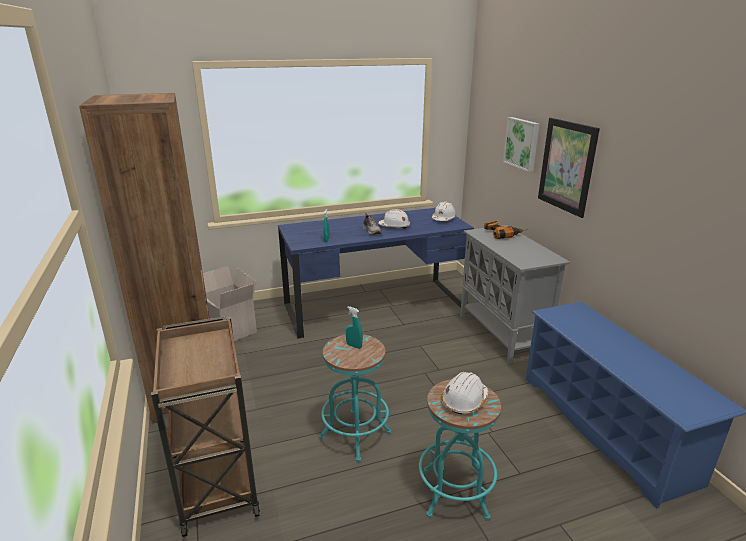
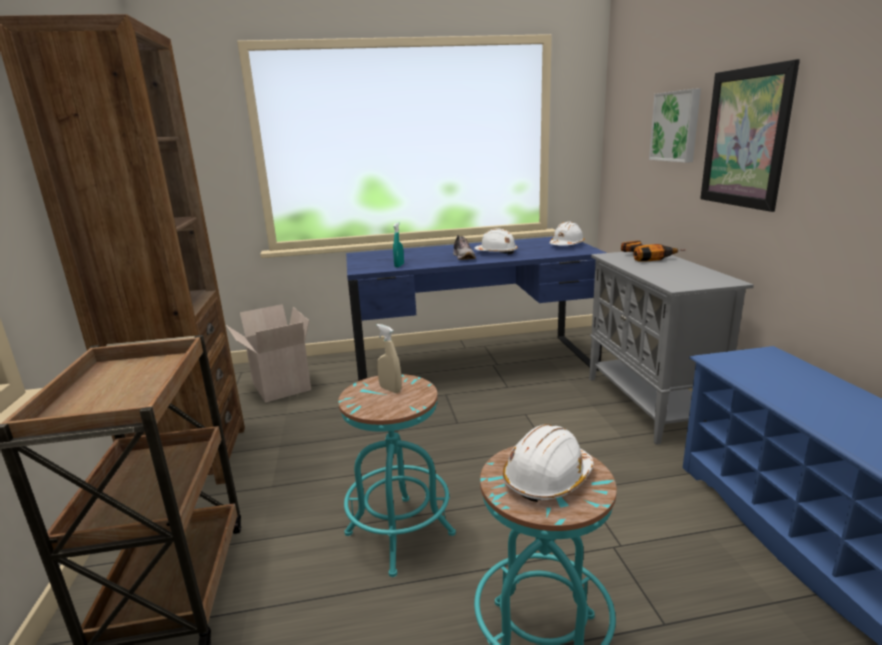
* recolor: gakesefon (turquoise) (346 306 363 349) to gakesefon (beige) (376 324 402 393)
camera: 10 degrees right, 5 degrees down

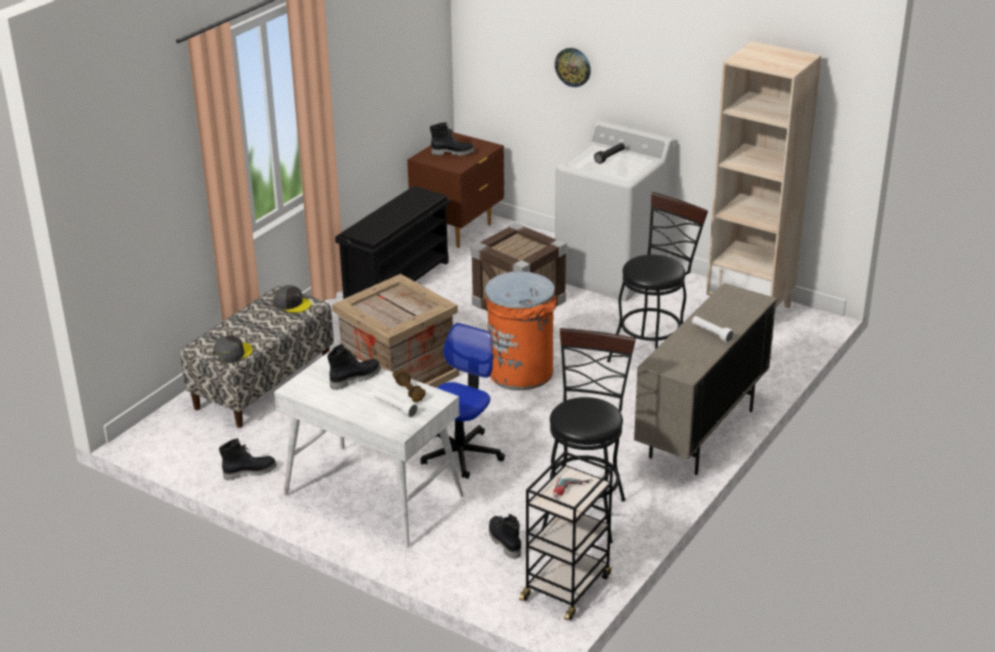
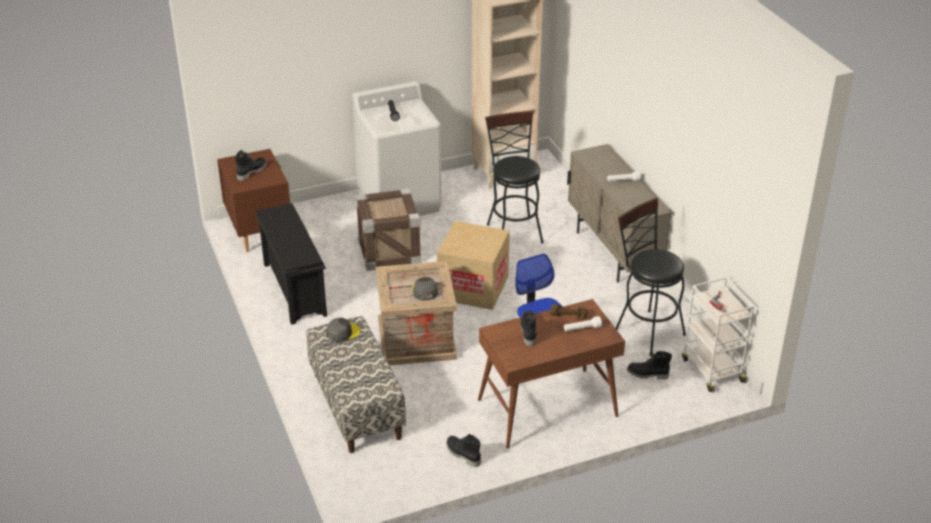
* delete: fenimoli (555 48 591 87)
* replace: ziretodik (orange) (485 271 556 391) to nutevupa (437 221 510 310)
* move: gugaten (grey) (213 335 253 364) to (412 277 438 300)
* recolor: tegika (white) (274 350 463 548) to tegika (brown) (478 299 625 449)
* rotate: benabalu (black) (219 438 277 481) = (447 434 481 467) 60 degrees counterclockwise
* recolor: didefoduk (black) (519 452 613 620) to didefoduk (white) (682 277 754 392)
camera: 55 degrees left, 5 degrees up

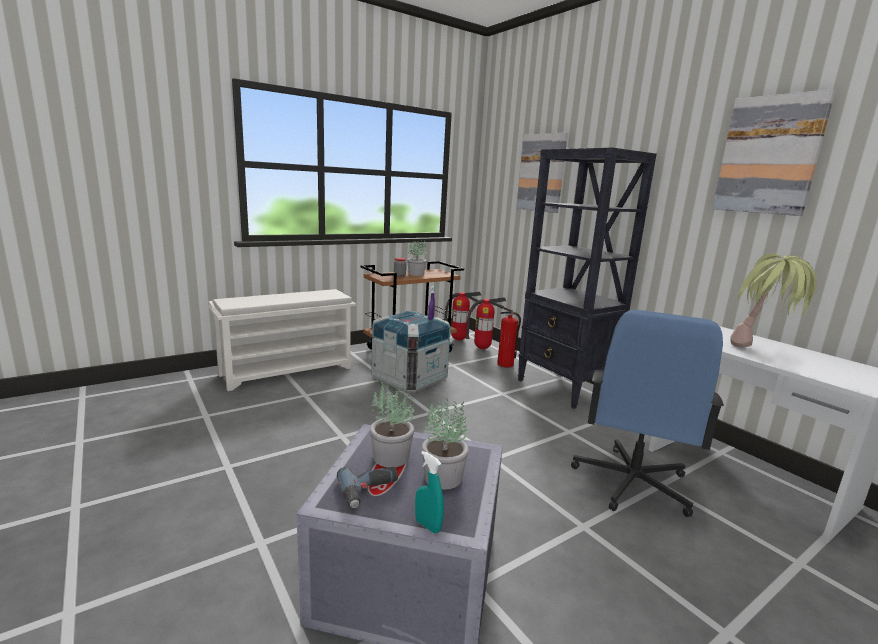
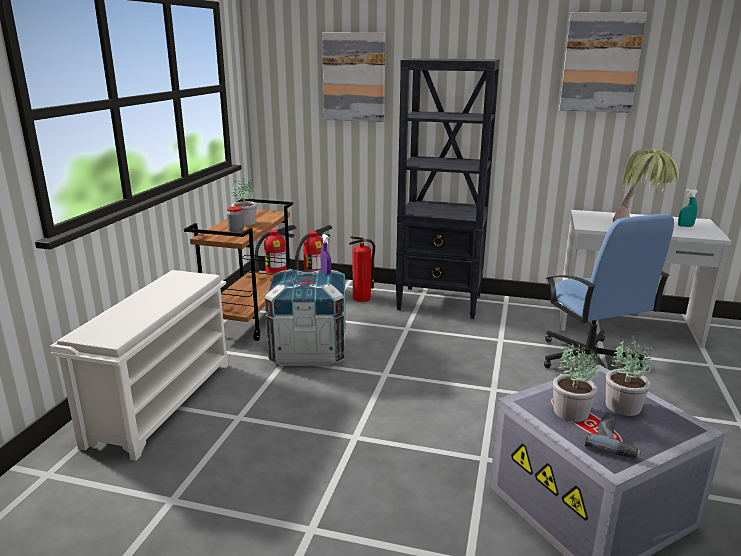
* move: gakesefon (turquoise) (415 451 444 533) to (678 189 698 227)
camera: 40 degrees left, 5 degrees up

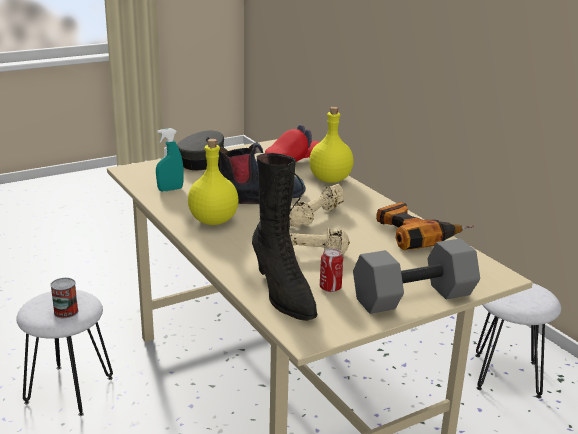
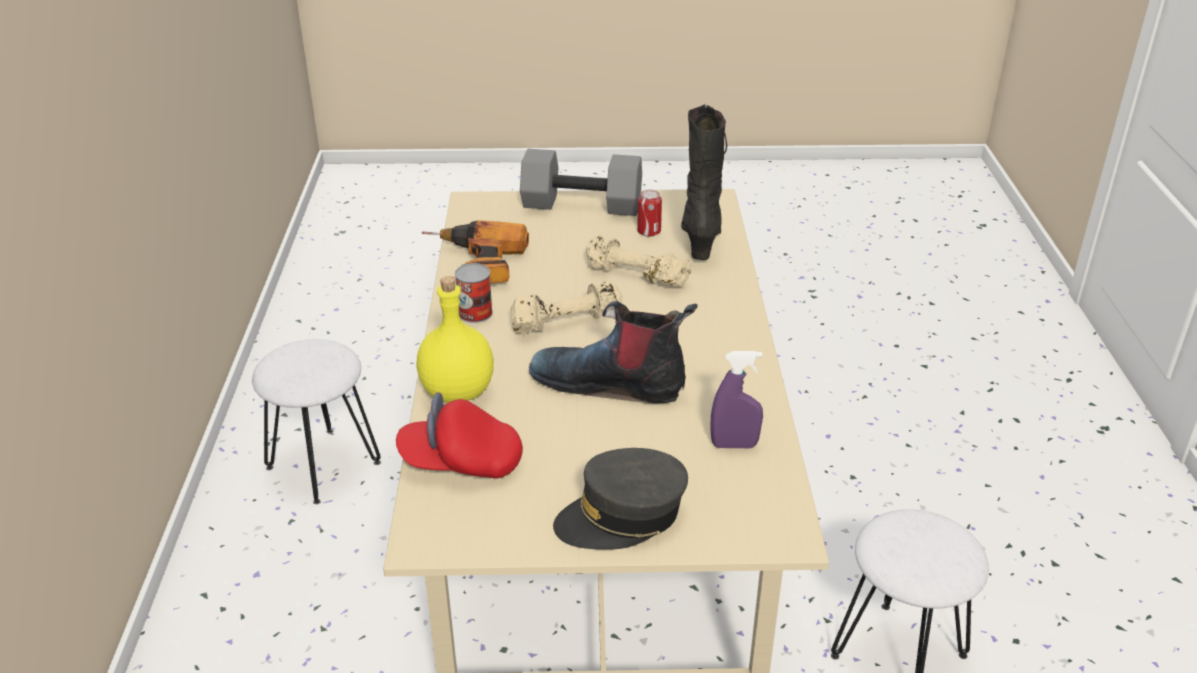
* recolor: gakesefon (turquoise) (156 128 184 191) to gakesefon (purple) (711 351 763 448)
* delete: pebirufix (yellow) (188 139 239 225)
* move: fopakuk (50 278 78 318) to (455 263 493 323)
camera: 150 degrees left, 10 degrees up

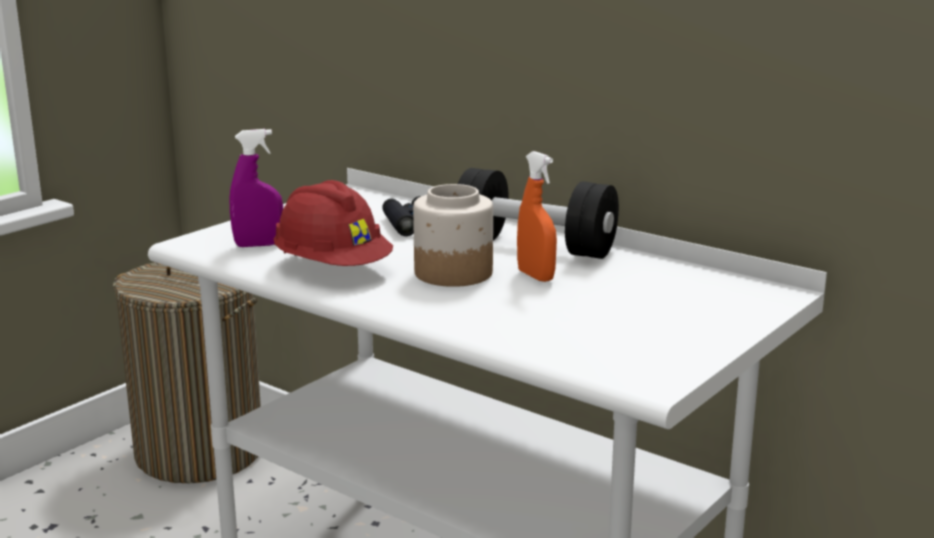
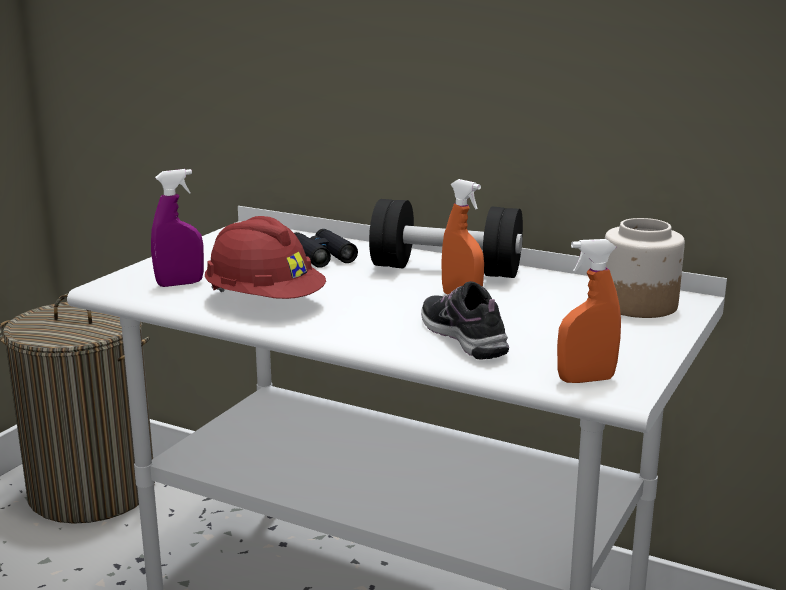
* move: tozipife (413 184 493 287) to (605 218 685 318)
* insert: gakesefon (orange) (557 239 621 383)
* insert: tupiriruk (421 281 509 360)
camera: 10 degrees left, 0 degrees up

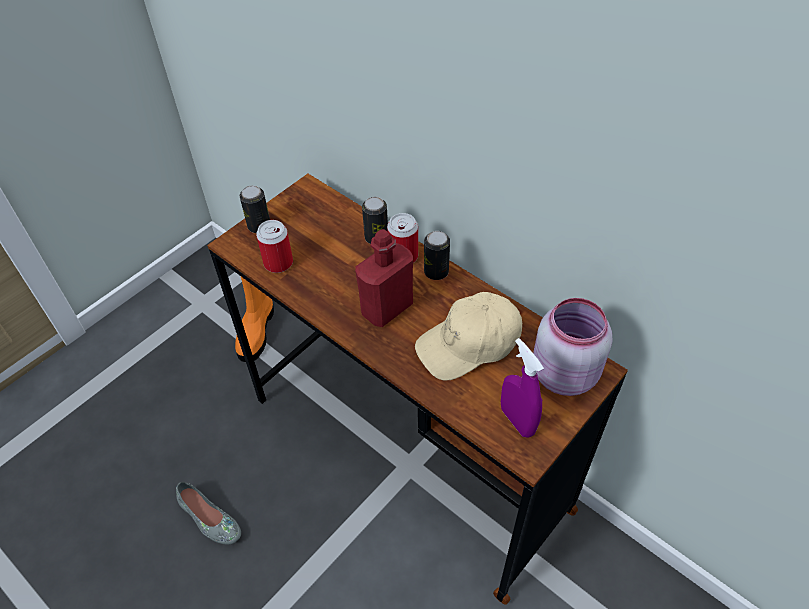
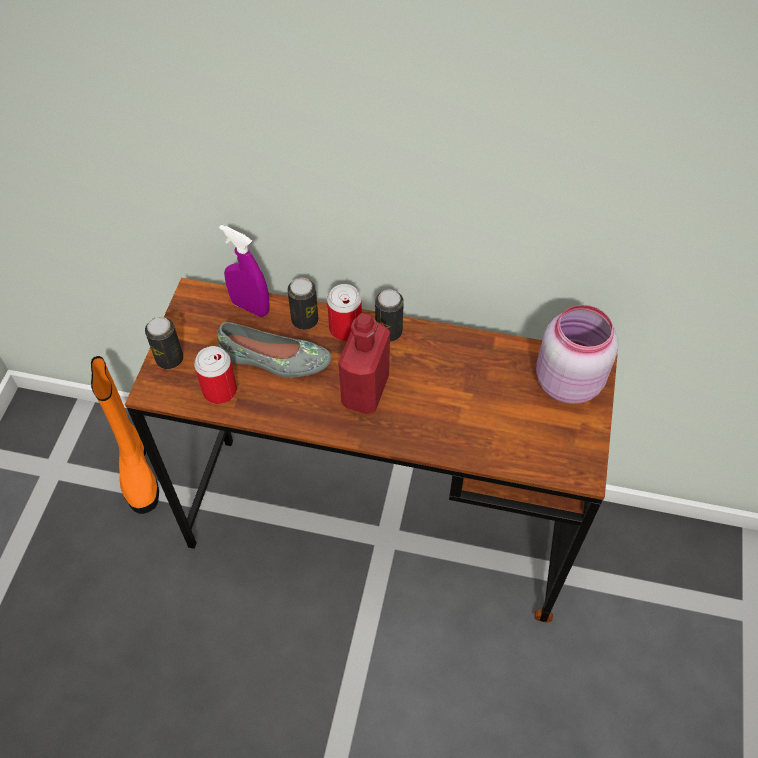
* delete: gugaten (beige) (415 292 522 381)
* move: gakesefon (purple) (501 338 544 438) to (219 225 269 317)
* move: tupiriruk (grey) (176 482 241 545) to (218 322 332 378)
camera: 30 degrees left, 5 degrees up

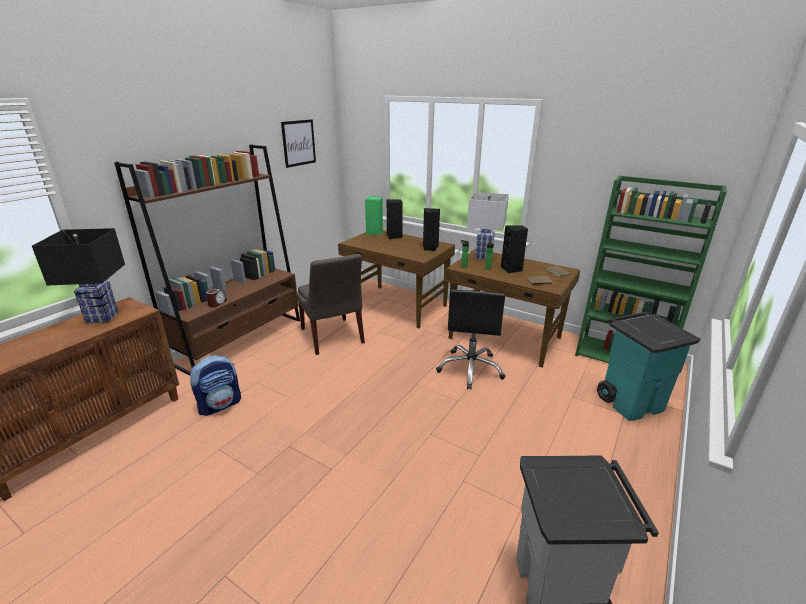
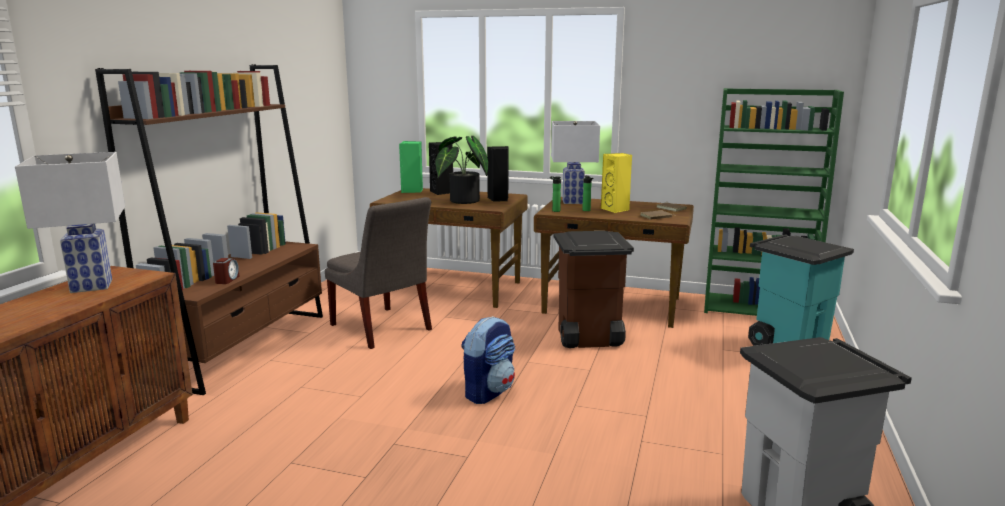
* delete: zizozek (281 119 316 168)
* recolor: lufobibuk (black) (501 225 528 274) to lufobibuk (yellow) (601 153 632 213)
* recolor: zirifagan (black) (32 228 125 323) to zirifagan (white) (15 152 125 293)
* replace: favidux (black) (436 290 506 390) to ziretodik (brown) (554 231 634 348)
* move: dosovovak (190 355 241 416) to (461 316 515 404)
* insert: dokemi (435 136 488 204)
camera: 15 degrees left, 10 degrees down

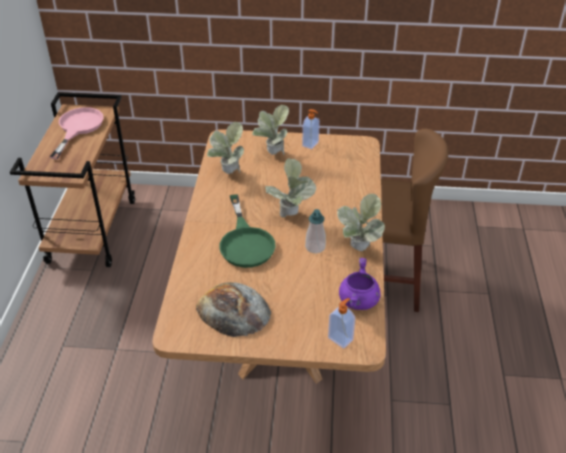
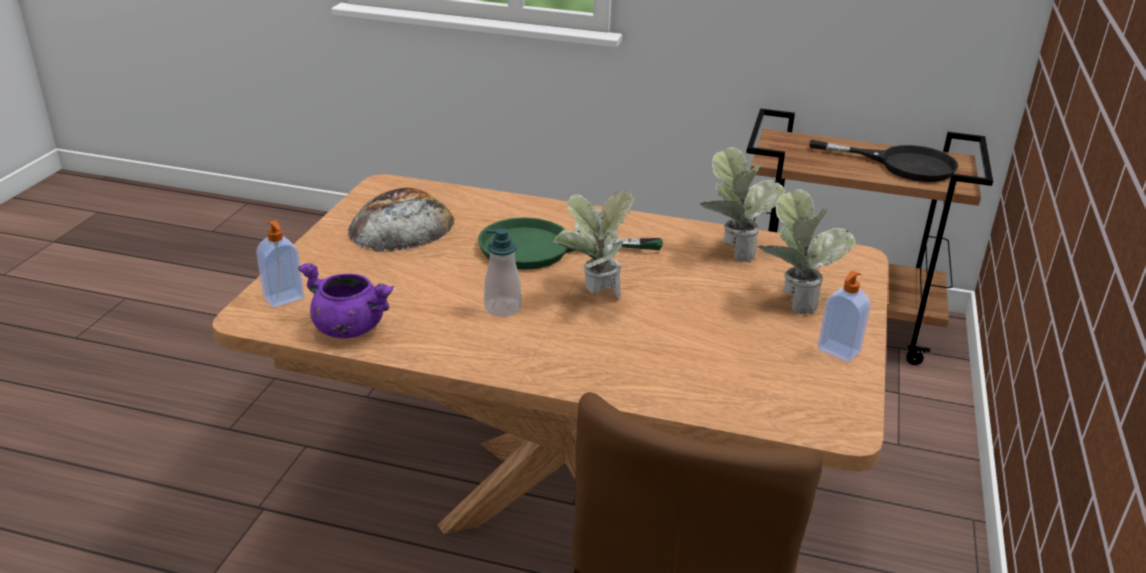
* recolor: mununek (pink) (50 107 104 159) to mununek (black) (809 140 958 182)
* delete: dokemi (337 194 385 251)
camera: 100 degrees right, 10 degrees down

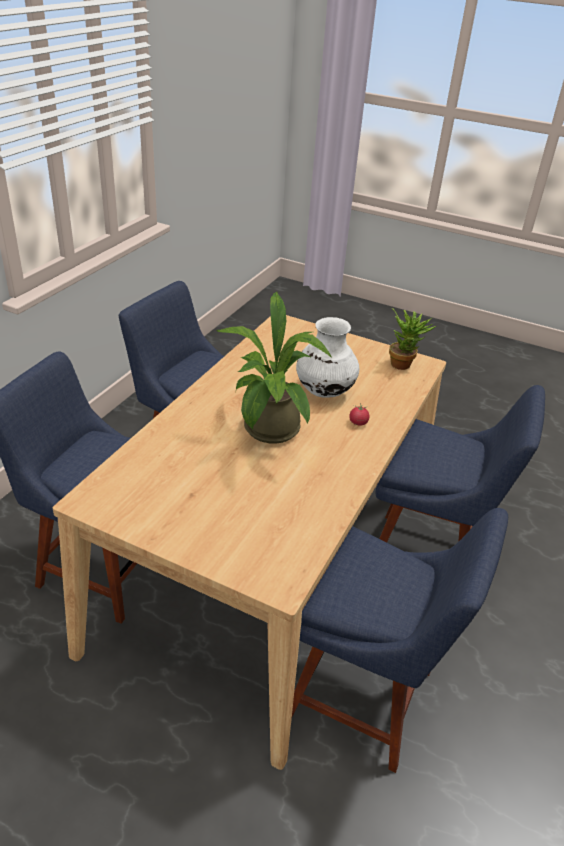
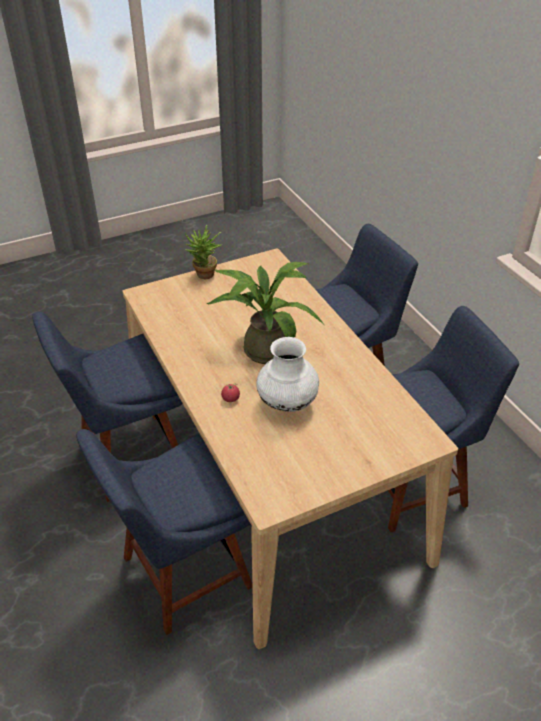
* move: dokemi (389 308 436 370) to (185 225 221 279)
camera: 130 degrees right, 5 degrees up

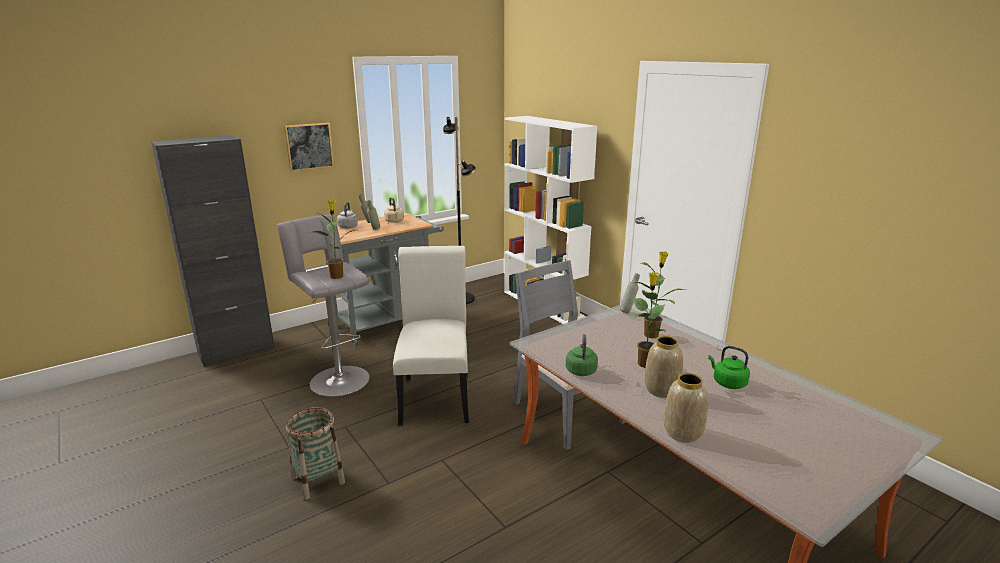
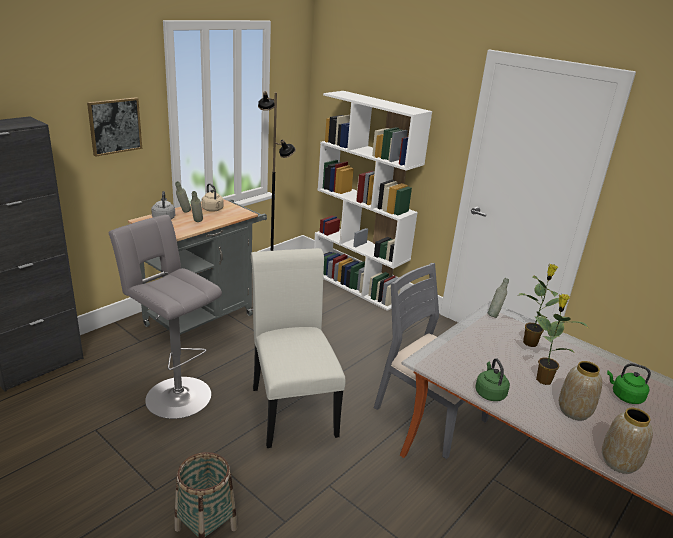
* delete: dokemi (310 200 358 279)
camera: 15 degrees left, 5 degrees up

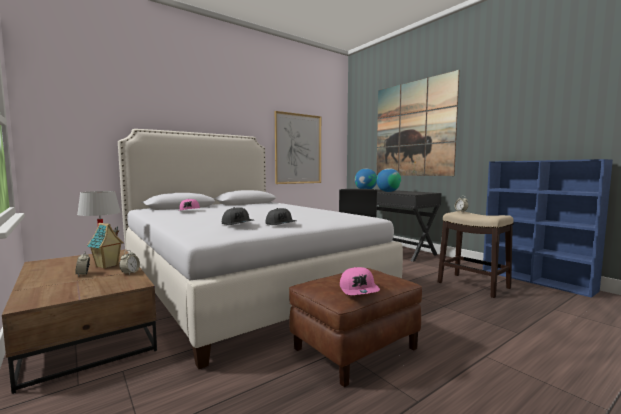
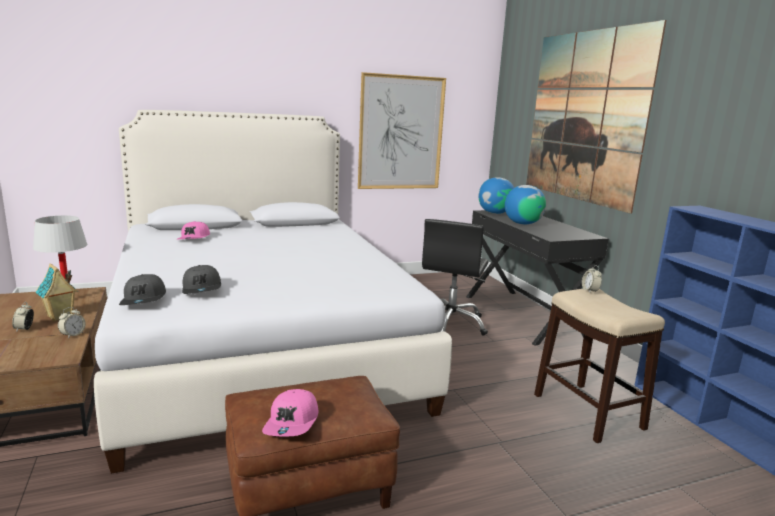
* move: gugaten (grey) (265 208 297 225) to (119 274 166 305)
camera: 15 degrees right, 10 degrees up

